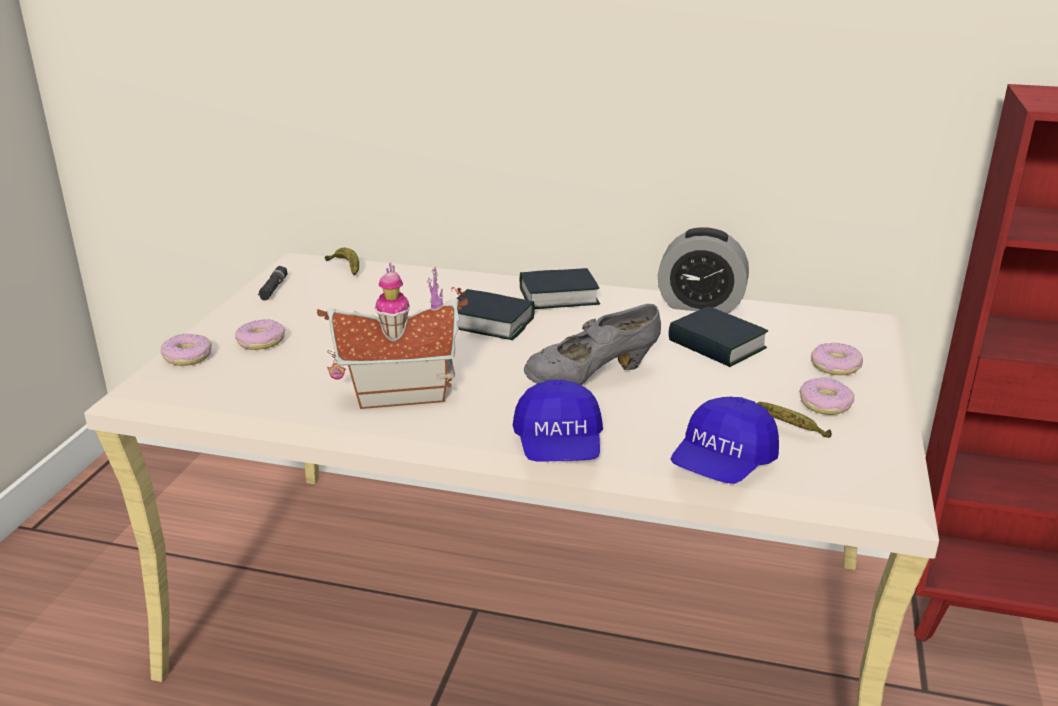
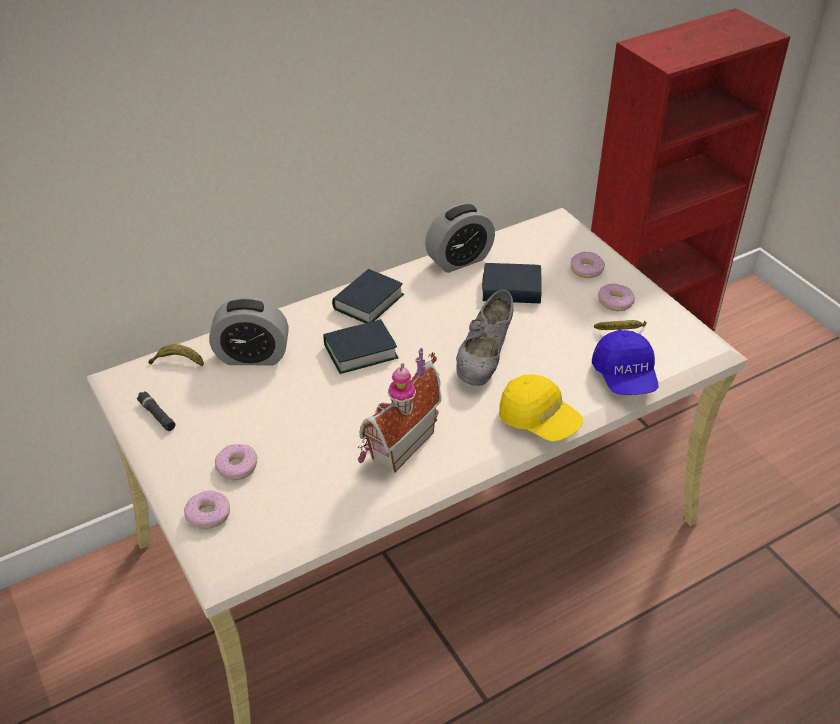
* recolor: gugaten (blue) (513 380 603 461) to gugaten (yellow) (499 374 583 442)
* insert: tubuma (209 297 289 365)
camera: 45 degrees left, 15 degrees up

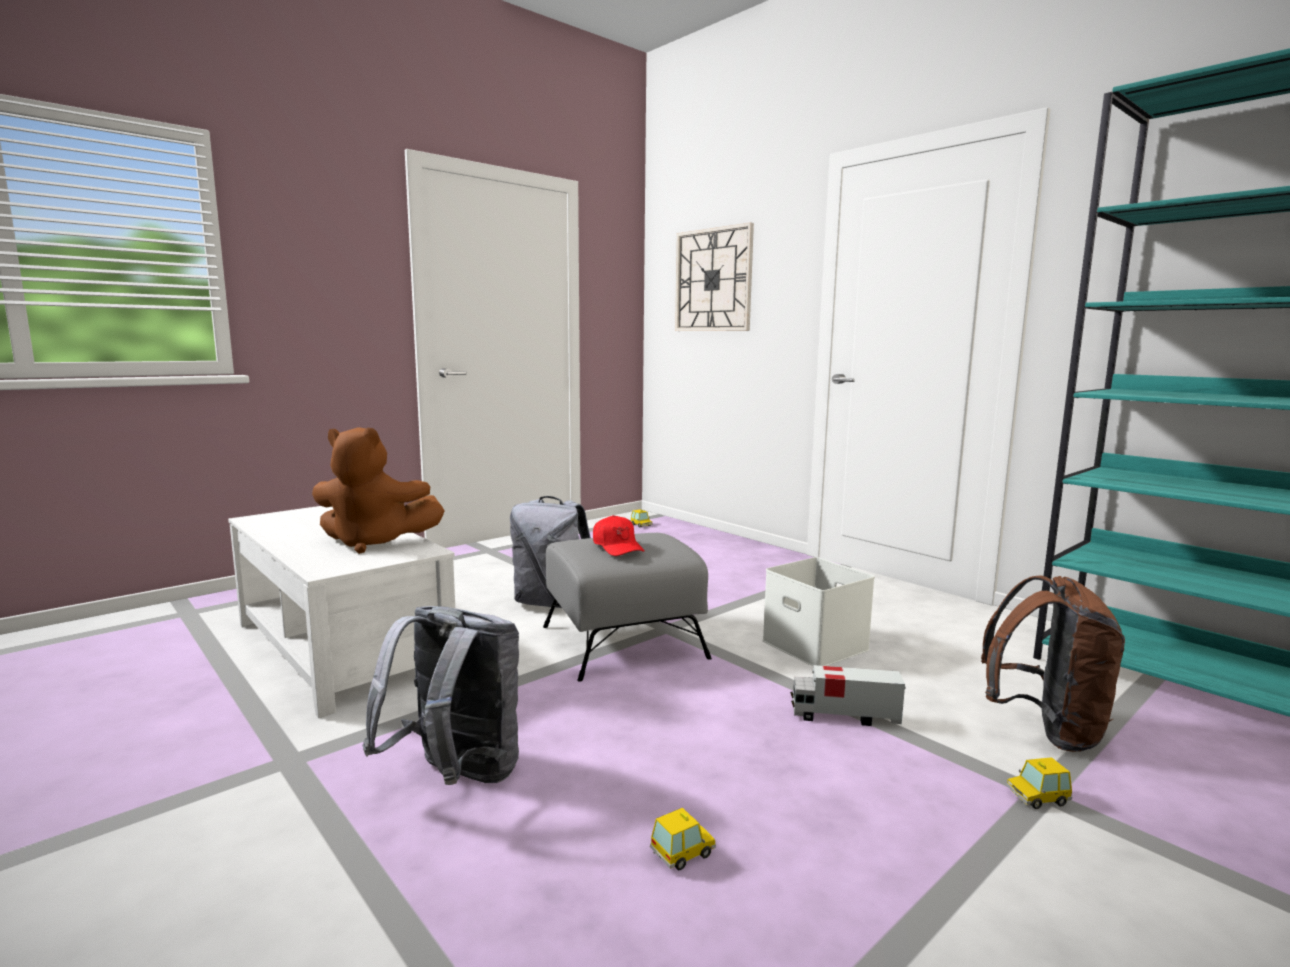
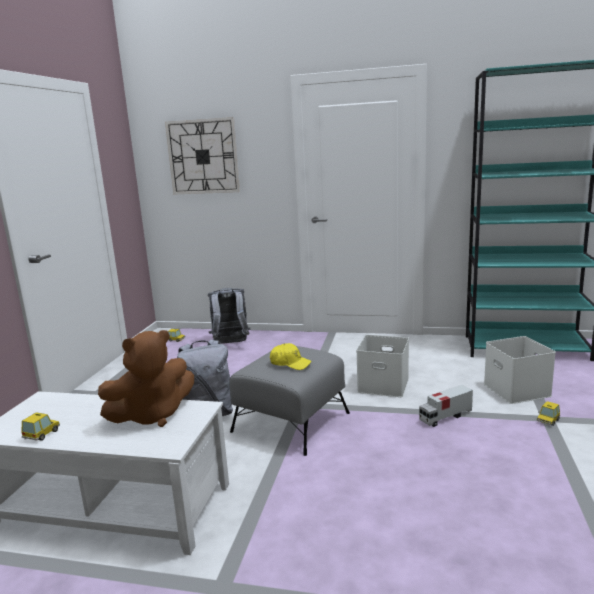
* recolor: gugaten (red) (593 515 645 556) to gugaten (yellow) (270 343 312 370)
* replace: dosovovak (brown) (981 575 1125 752) to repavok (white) (484 336 556 404)
* move: dosovovak (grey) (362 606 519 785) to (208 288 250 344)
* move: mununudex (650 808 716 870) to (21 412 60 441)
camera: 35 degrees left, 5 degrees up

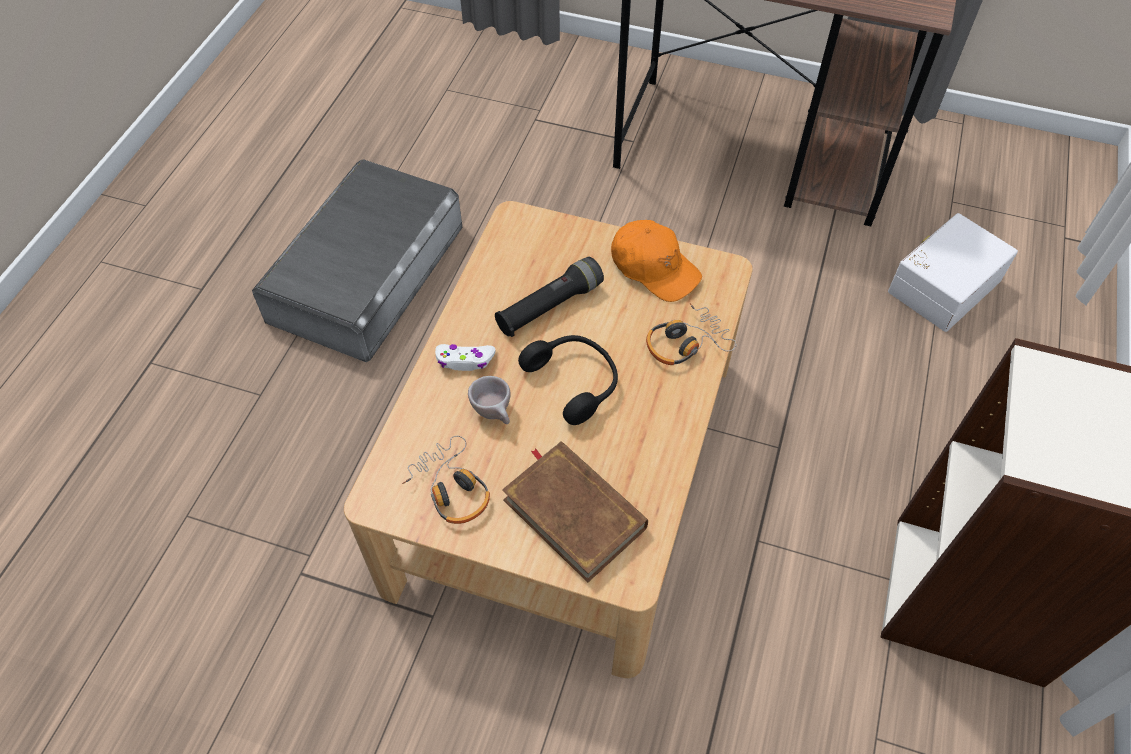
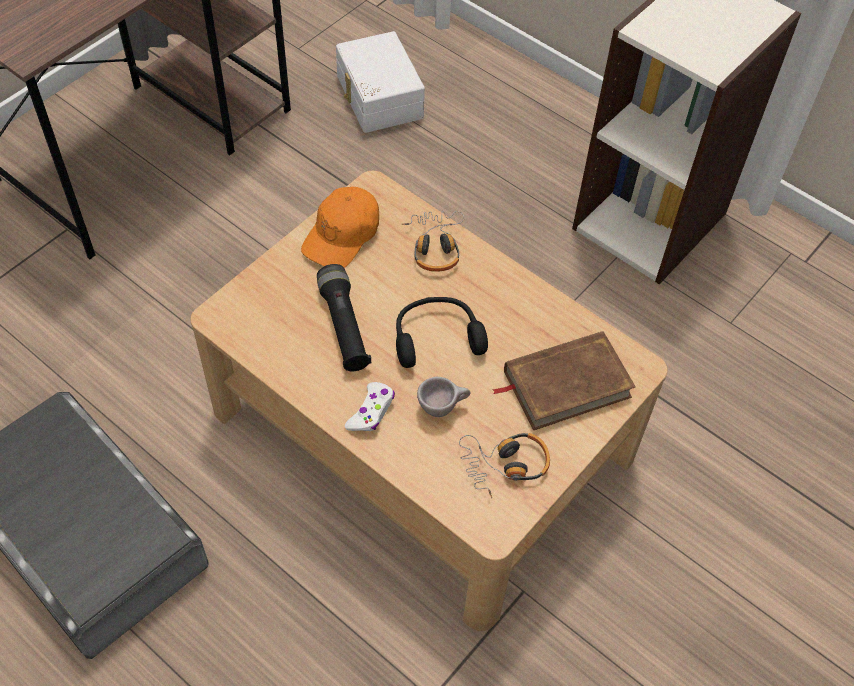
* rotate: gugaten (orange) (611 220 702 302) = (301 187 379 268) 150 degrees clockwise
camera: 70 degrees left, 0 degrees up

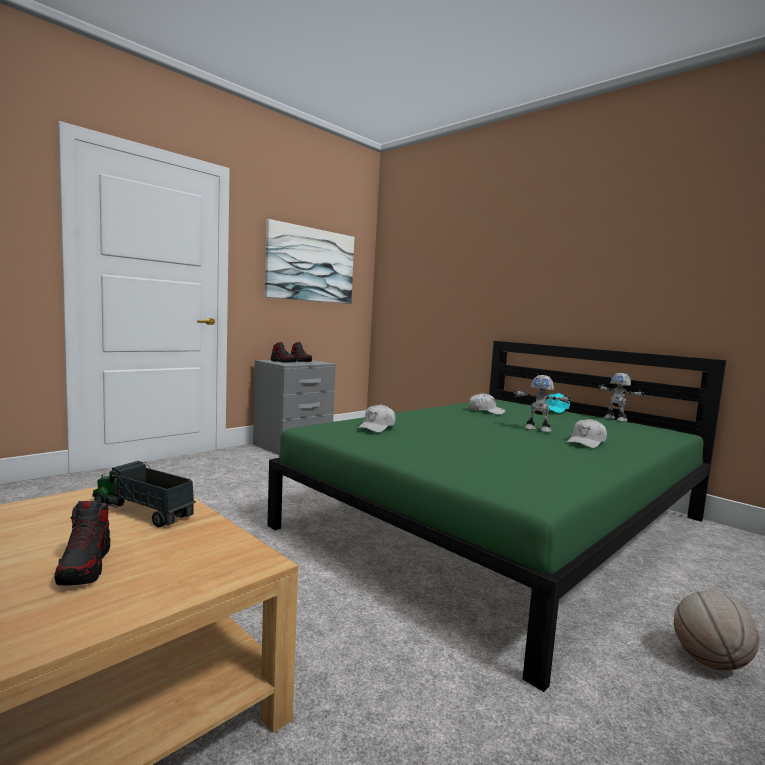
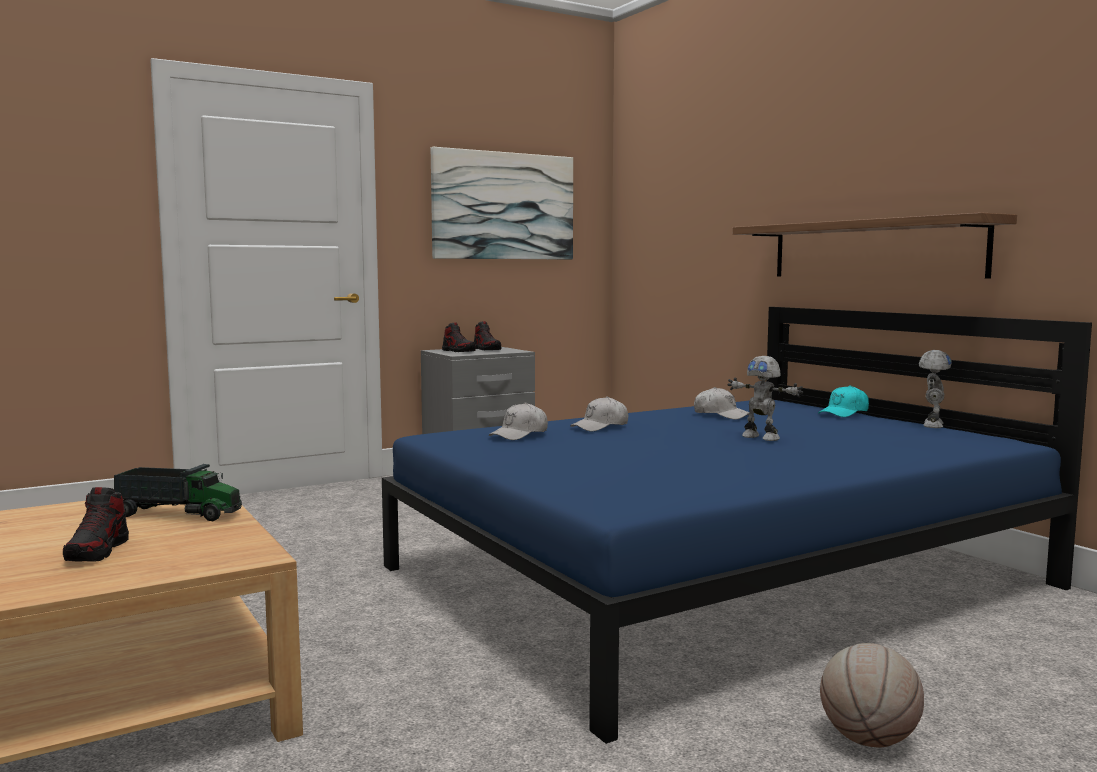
* recolor: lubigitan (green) (267 341 726 692) to lubigitan (blue) (382 307 1092 744)
* rotate: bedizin (598 373 645 422) = (919 350 952 428) 135 degrees counterclockwise
* move: gugaten (white) (566 419 607 448) to (570 396 628 431)
* rotate: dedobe (92 461 196 527) = (114 464 242 521) 150 degrees clockwise
* insert: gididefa (733 212 1017 279)
camera: 15 degrees right, 0 degrees up

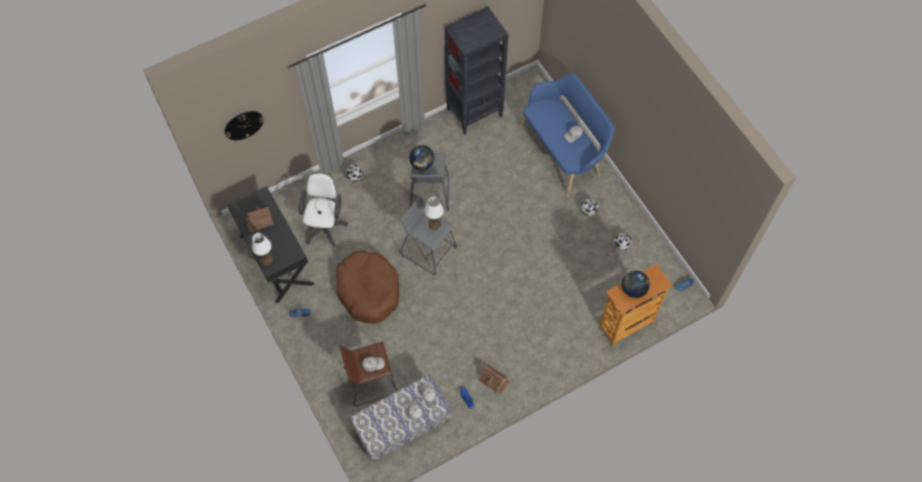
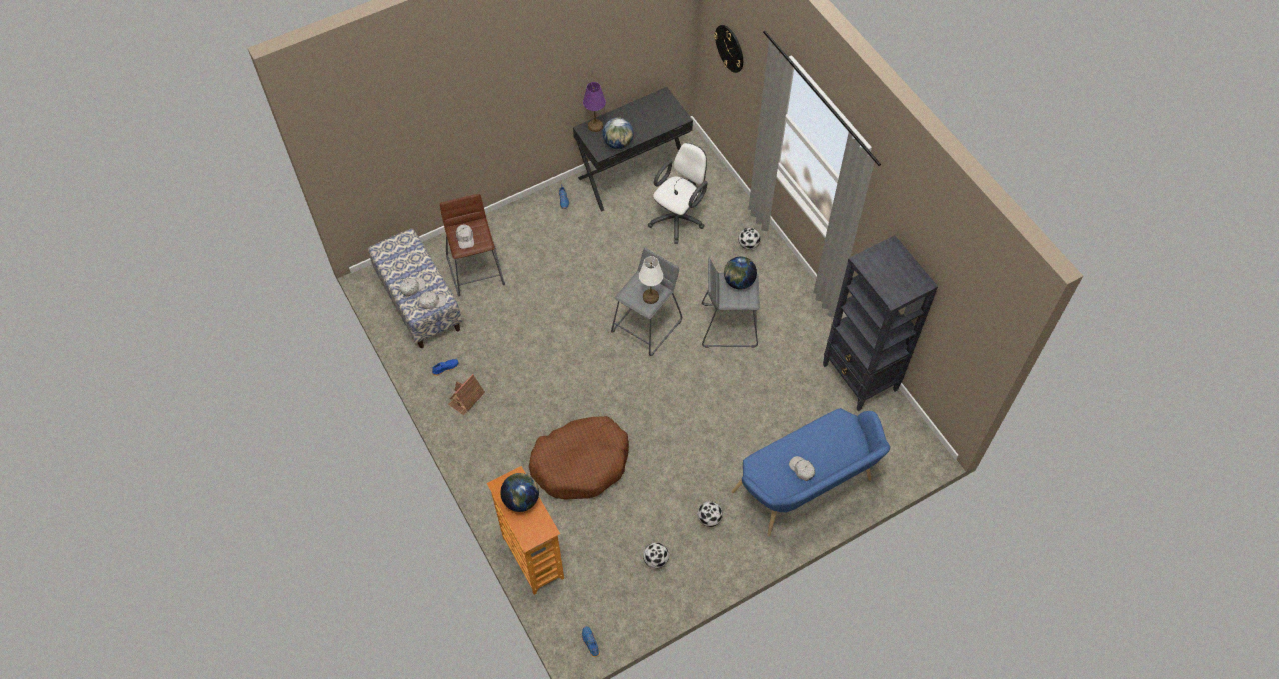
* rotate: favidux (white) (299 173 348 248) = (648 143 708 244) 60 degrees counterclockwise
* delete: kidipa (245 206 274 232)
* recolor: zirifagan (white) (252 233 273 266) to zirifagan (purple) (583 82 606 132)
* move: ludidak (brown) (336 251 399 324) to (529 416 629 500)
* insert: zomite (603 117 634 149)
camera: 90 degrees right, 5 degrees down

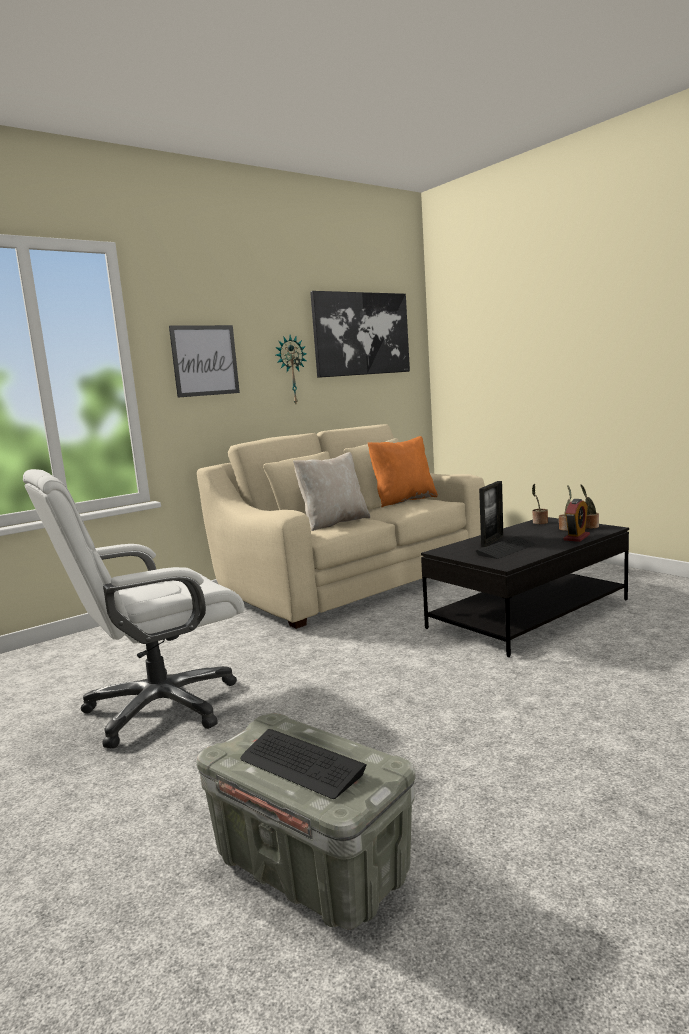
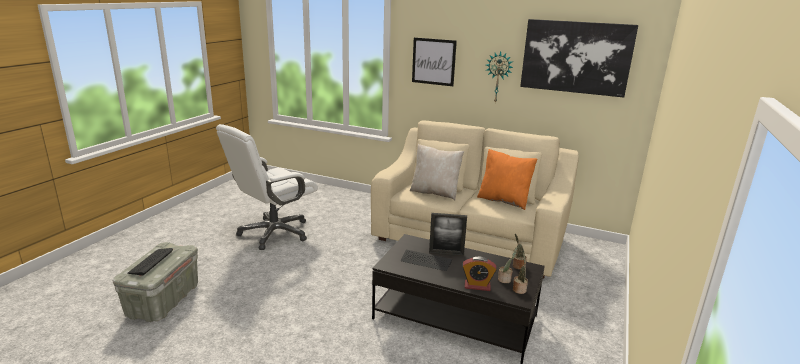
* rotate: favidux (white) (23 469 245 748) = (216 124 318 250) 75 degrees counterclockwise
camera: 60 degrees right, 10 degrees up

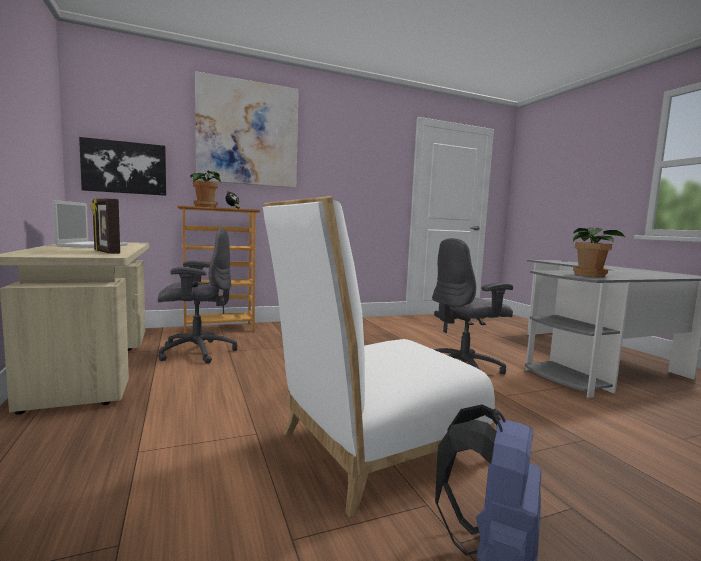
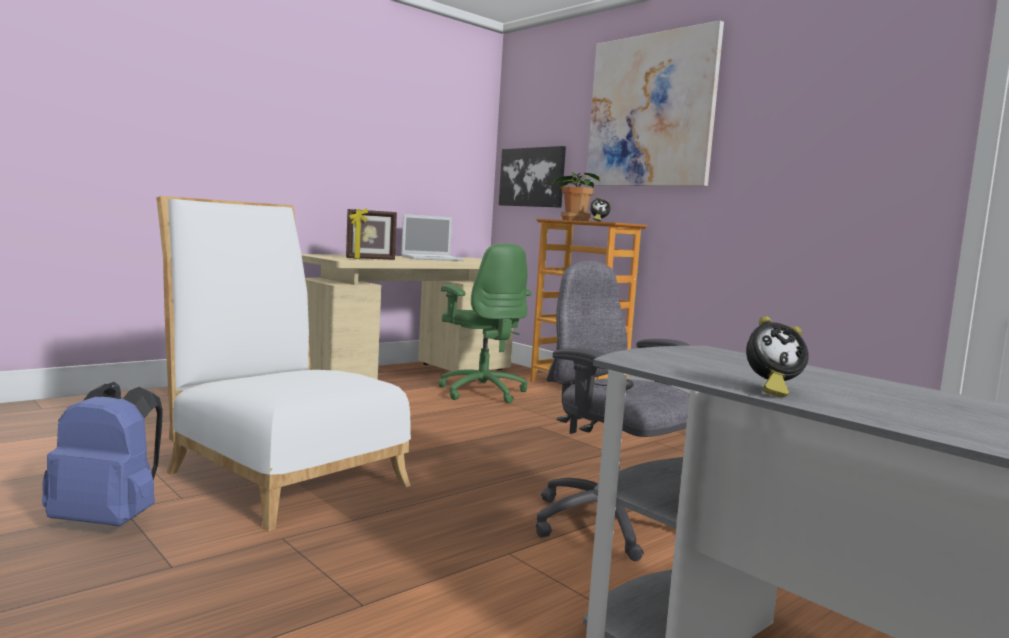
* rotate: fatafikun (91 197 120 254) = (346 208 397 260) 135 degrees counterclockwise
* recolor: favidux (grey) (158 228 237 364) to favidux (green) (438 243 531 403)
* delete: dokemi (573 228 626 277)
* insert: tubuma (746 316 809 398)
camera: 70 degrees right, 0 degrees up

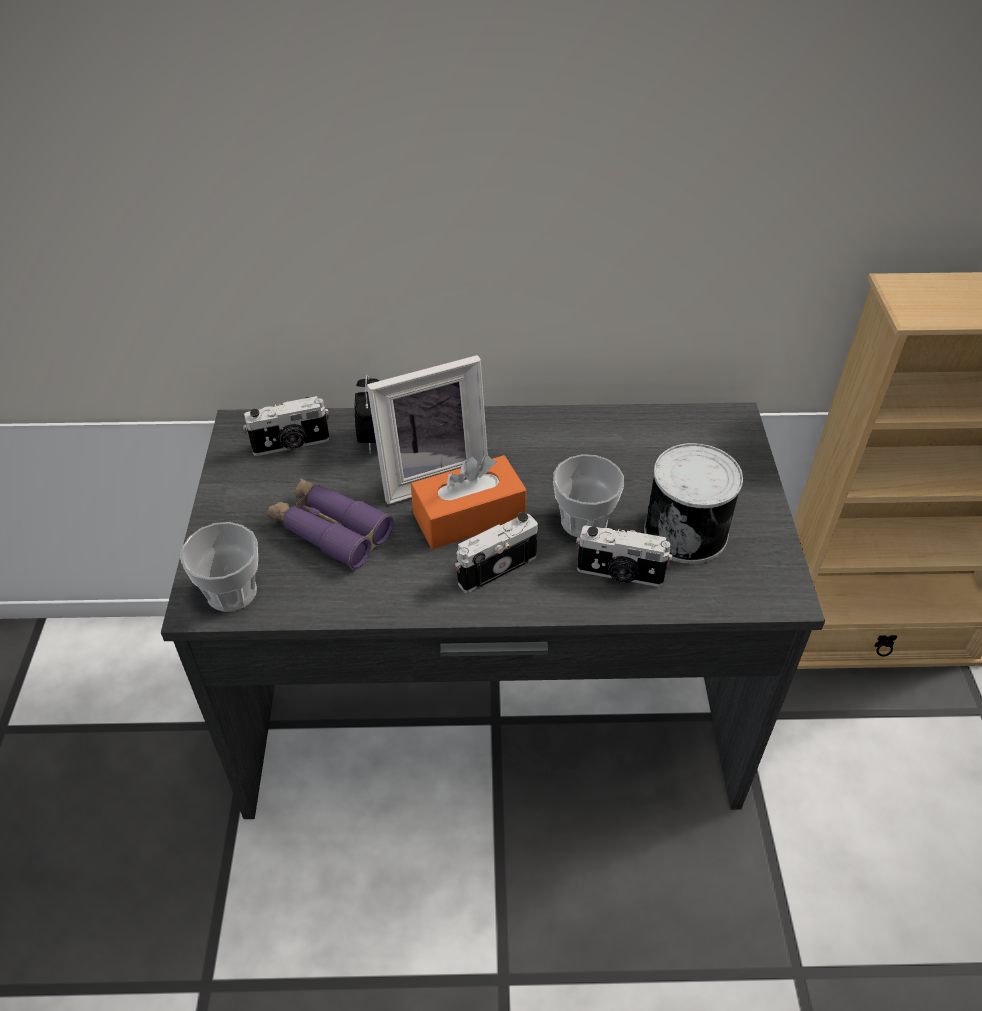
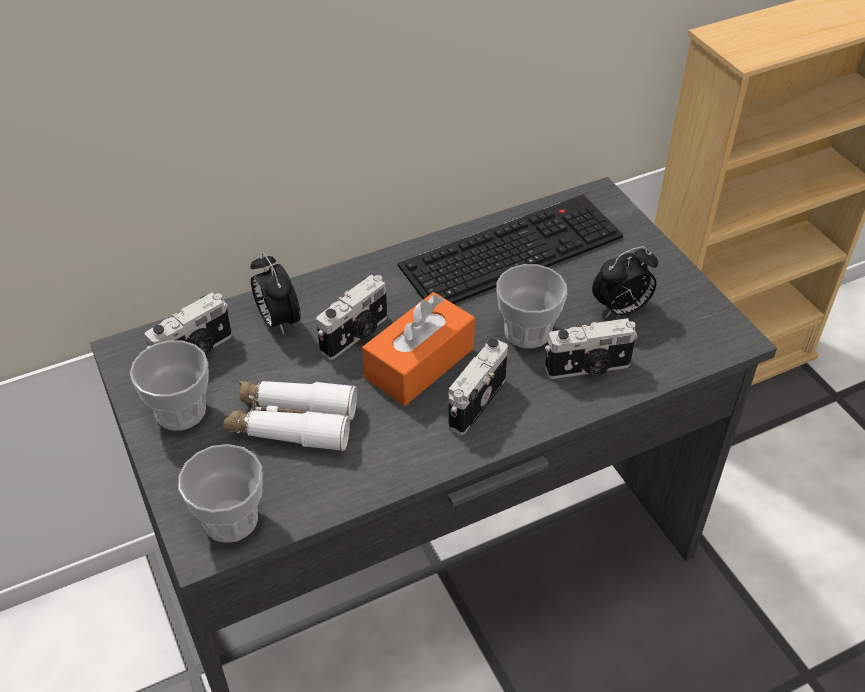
* replace: fatafikun (367 355 488 504) to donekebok (316 274 387 360)
* replace: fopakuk (644 443 743 564) to tubuma (592 246 658 318)
* recolor: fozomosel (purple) (267 478 394 569) to fozomosel (white) (223 381 357 452)
* insert: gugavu (398 195 623 304)
* insert: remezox (130 340 209 430)
camera: 25 degrees left, 0 degrees up

